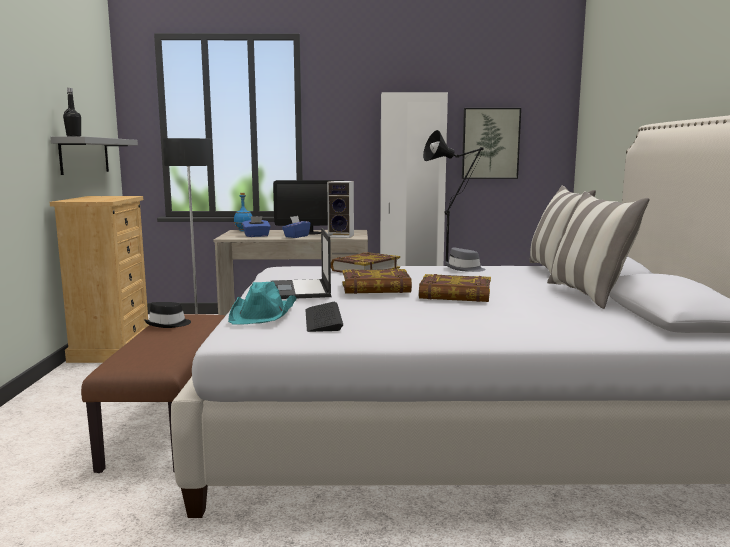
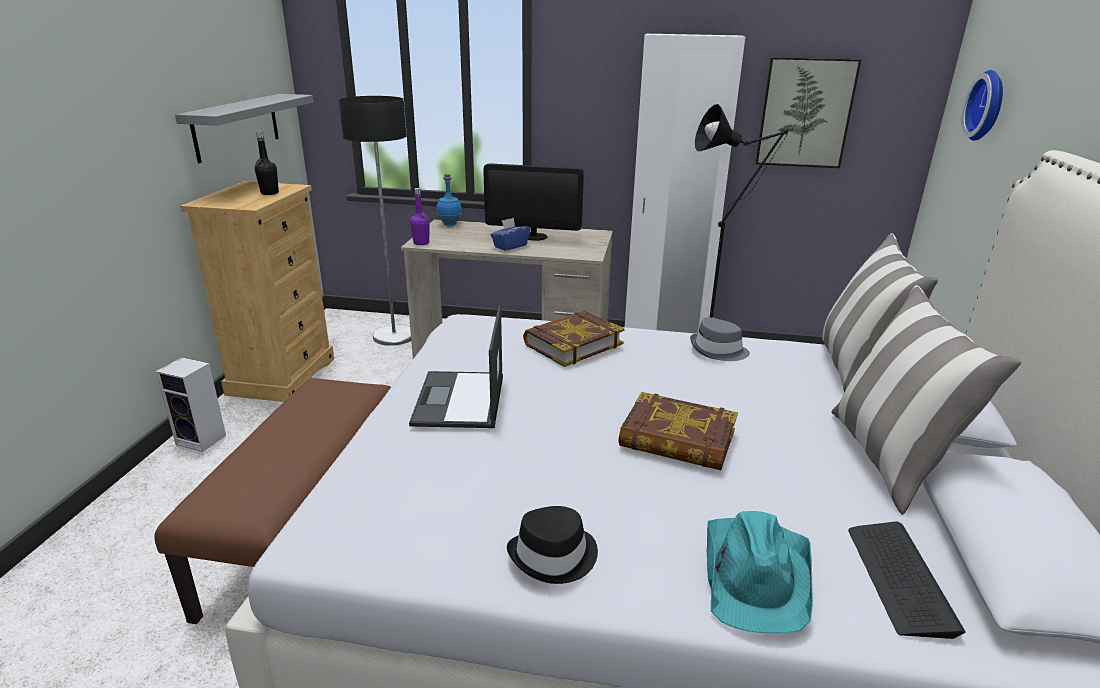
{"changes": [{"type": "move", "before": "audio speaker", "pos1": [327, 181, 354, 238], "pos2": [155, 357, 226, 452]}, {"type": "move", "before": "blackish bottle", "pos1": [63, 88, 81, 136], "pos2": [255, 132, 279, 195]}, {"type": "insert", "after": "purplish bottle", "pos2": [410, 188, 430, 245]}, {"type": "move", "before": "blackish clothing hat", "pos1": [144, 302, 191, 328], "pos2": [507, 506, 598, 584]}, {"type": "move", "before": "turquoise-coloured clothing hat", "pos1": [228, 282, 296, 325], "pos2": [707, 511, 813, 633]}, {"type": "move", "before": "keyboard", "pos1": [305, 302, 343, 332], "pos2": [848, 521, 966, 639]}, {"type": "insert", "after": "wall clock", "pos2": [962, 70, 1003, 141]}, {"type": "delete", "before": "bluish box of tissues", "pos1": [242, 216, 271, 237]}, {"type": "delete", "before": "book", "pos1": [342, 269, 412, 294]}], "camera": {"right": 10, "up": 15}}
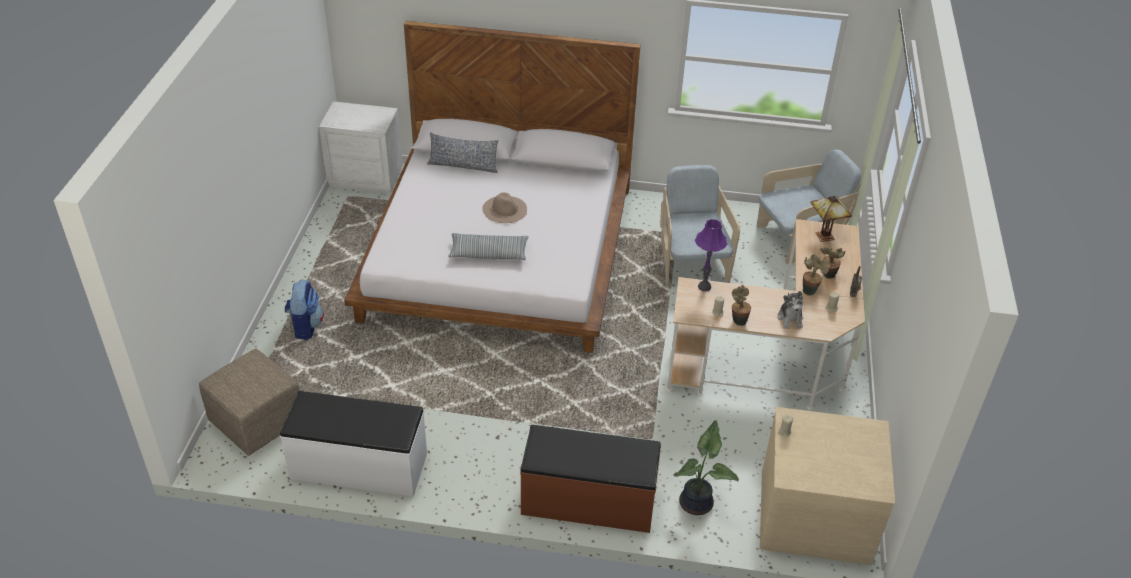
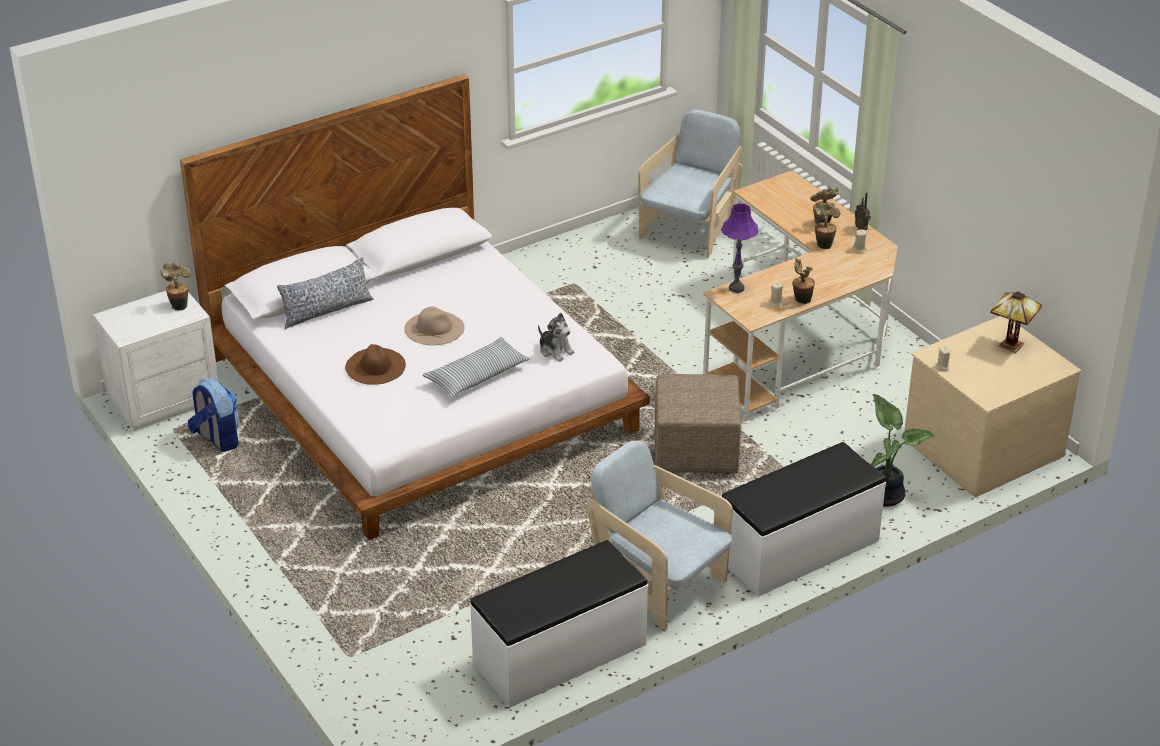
{"changes": [{"type": "insert", "after": "houseplant", "pos2": [160, 262, 191, 311]}, {"type": "move", "before": "backpack", "pos1": [285, 280, 324, 340], "pos2": [188, 378, 240, 452]}, {"type": "insert", "after": "brown-coloured clothing hat", "pos2": [345, 344, 406, 385]}, {"type": "move", "before": "plush toy", "pos1": [777, 291, 803, 329], "pos2": [538, 312, 575, 362]}, {"type": "move", "before": "beige-coloured easy chair", "pos1": [660, 165, 740, 286], "pos2": [587, 441, 733, 630]}, {"type": "move", "before": "beige-coloured pouffe", "pos1": [199, 349, 300, 456], "pos2": [655, 374, 741, 474]}, {"type": "recolor", "before": "brown-coloured indoor bench", "after": "white indoor bench", "pos1": [520, 425, 661, 533], "pos2": [722, 442, 886, 597]}, {"type": "move", "before": "table lamp", "pos1": [811, 196, 852, 242], "pos2": [990, 291, 1042, 353]}], "camera": {"right": -40, "up": -5}}
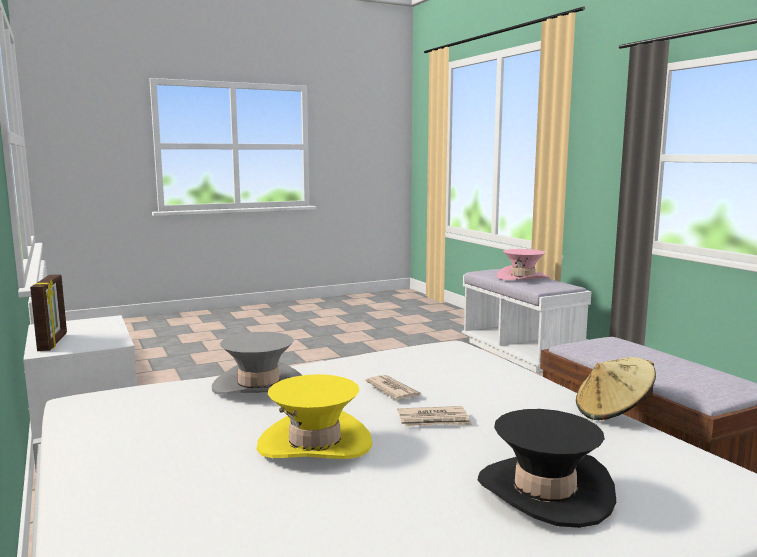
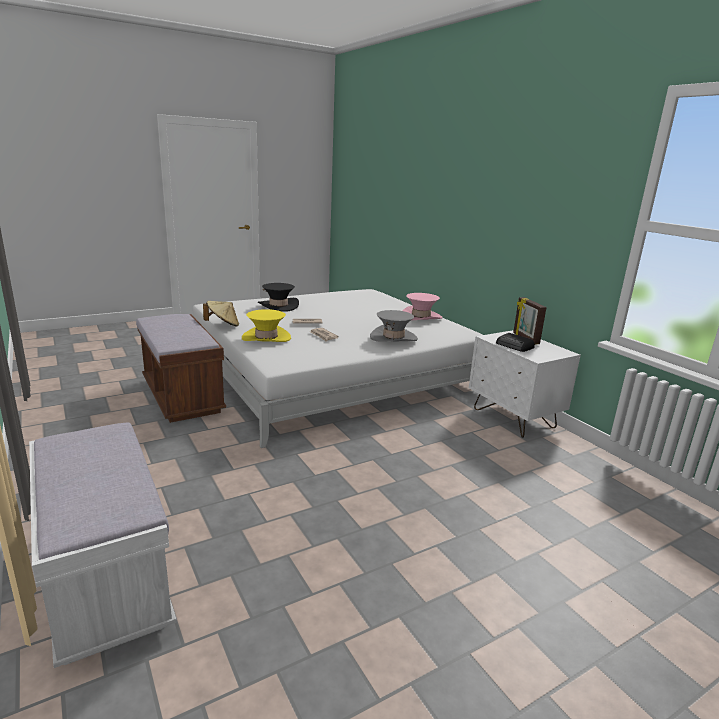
{"changes": [{"type": "move", "before": "yellow clothing hat", "pos1": [257, 374, 372, 459], "pos2": [242, 309, 291, 342]}, {"type": "move", "before": "pink clothing hat", "pos1": [496, 249, 550, 280], "pos2": [402, 293, 442, 320]}, {"type": "insert", "after": "radio", "pos2": [496, 333, 535, 352]}], "camera": {"right": 175, "up": 10}}
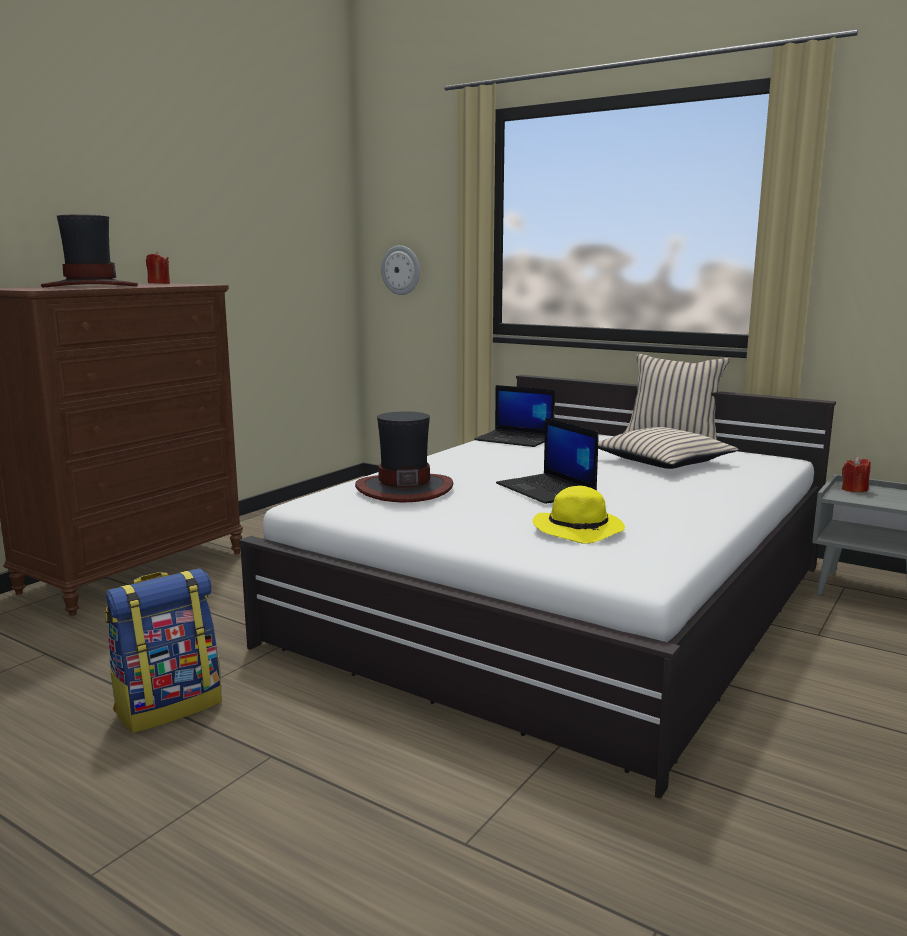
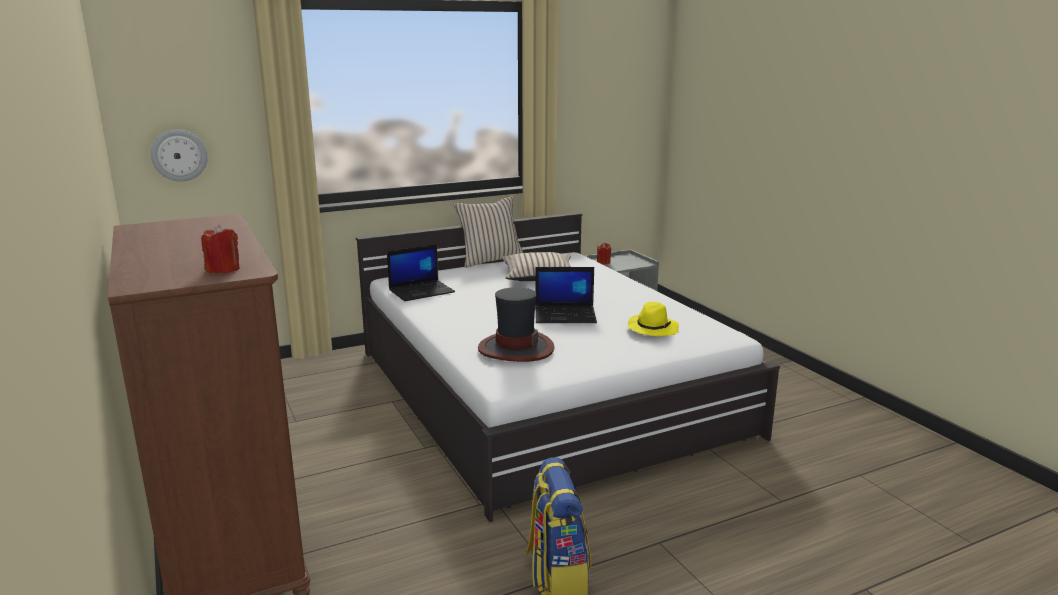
{"changes": [{"type": "move", "before": "reddish wax light", "pos1": [146, 251, 170, 284], "pos2": [201, 224, 240, 274]}, {"type": "delete", "before": "clothing hat", "pos1": [41, 214, 138, 287]}], "camera": {"right": -60, "up": 5}}
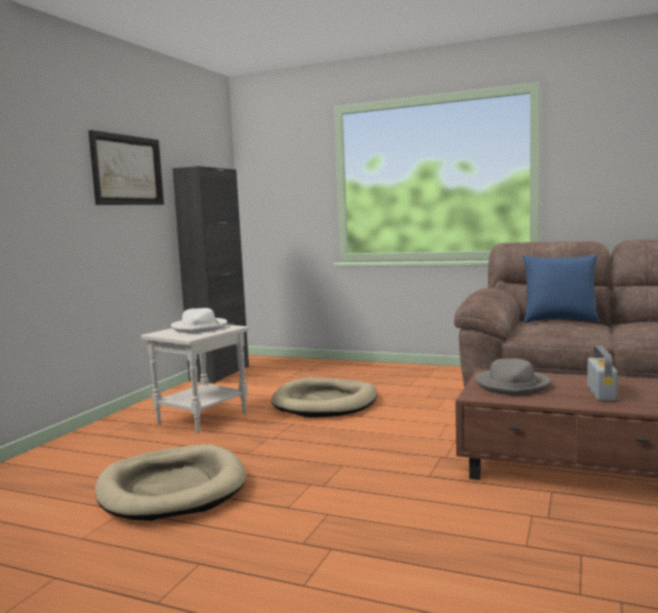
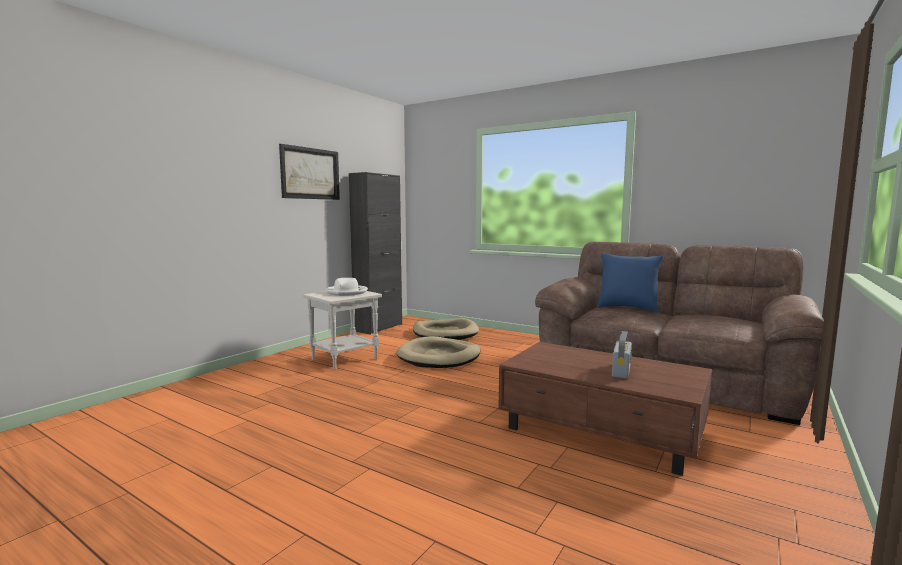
{"changes": [{"type": "move", "before": "beige-coloured pet bed", "pos1": [95, 444, 246, 521], "pos2": [413, 318, 479, 340]}, {"type": "delete", "before": "gray clothing hat", "pos1": [475, 359, 551, 396]}], "camera": {"right": 10, "up": 0}}
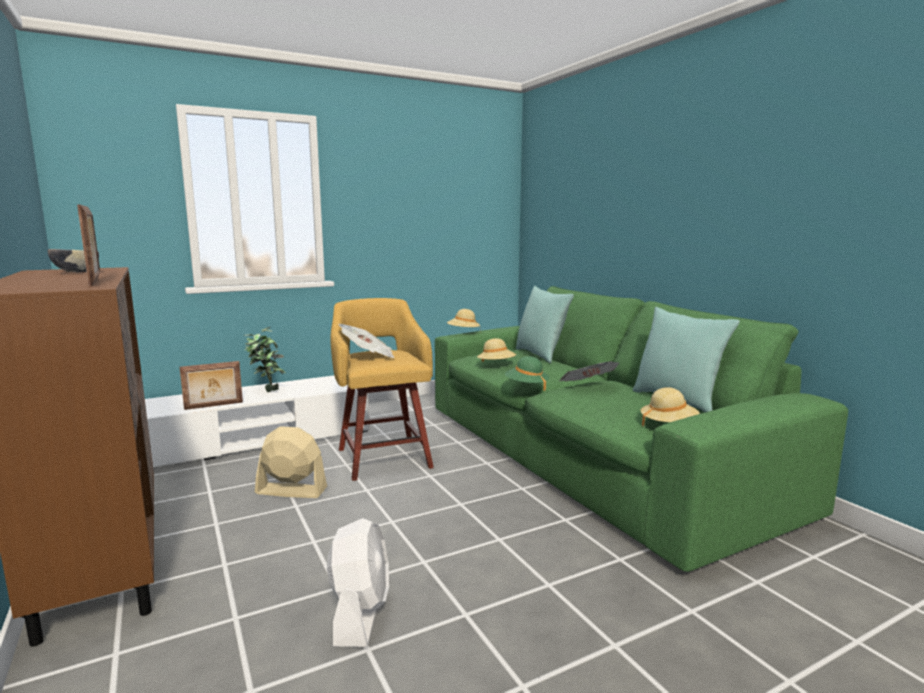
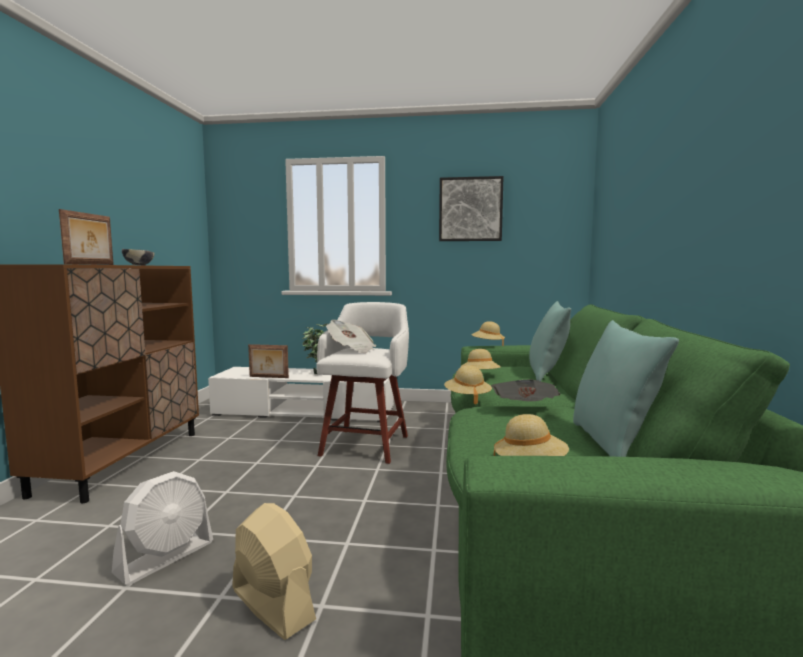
{"changes": [{"type": "move", "before": "beige-coloured electric fan", "pos1": [255, 427, 327, 498], "pos2": [232, 503, 316, 640]}, {"type": "recolor", "before": "yellow stool seat", "after": "white stool seat", "pos1": [330, 298, 434, 481], "pos2": [316, 302, 409, 464]}, {"type": "insert", "after": "wall art", "pos2": [439, 176, 504, 241]}, {"type": "recolor", "before": "green clothing hat", "after": "beige-coloured clothing hat", "pos1": [505, 356, 549, 391], "pos2": [444, 365, 492, 405]}], "camera": {"right": 35, "up": -5}}
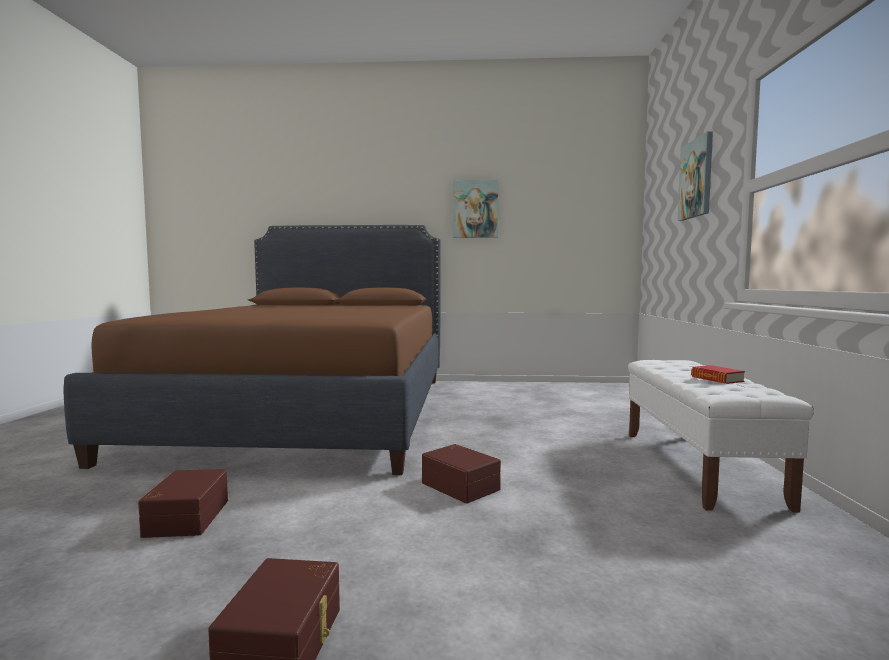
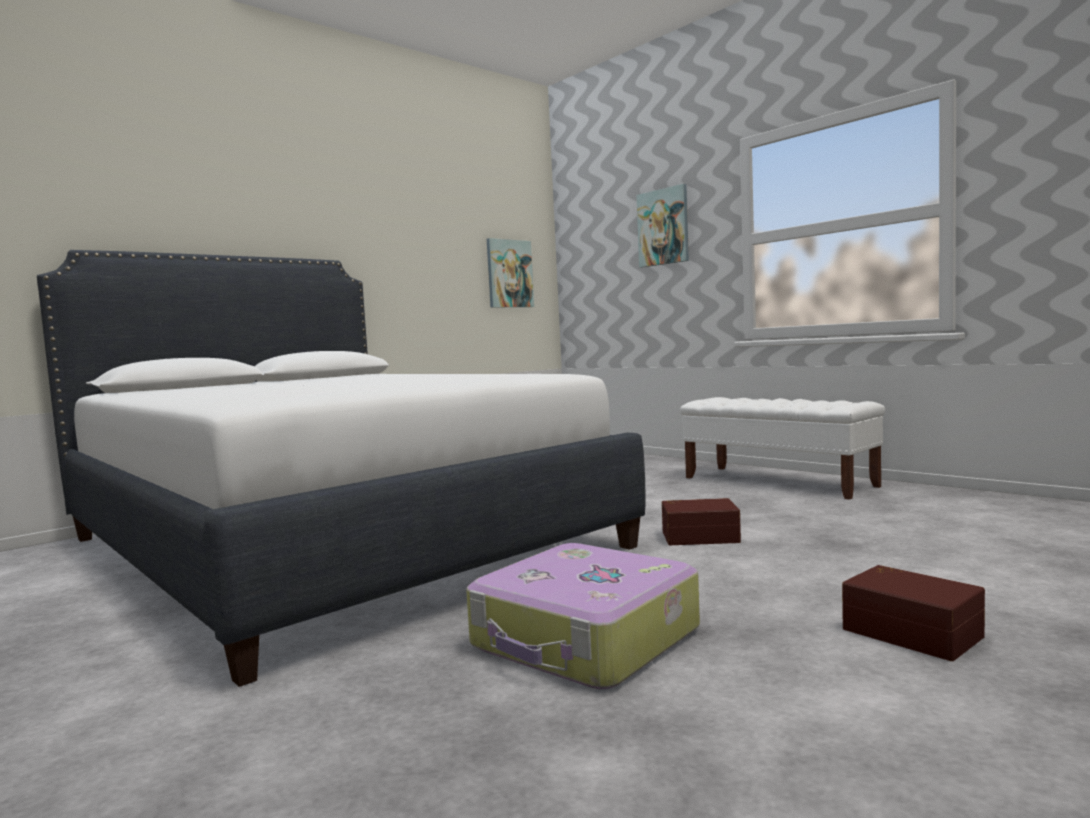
{"changes": [{"type": "recolor", "before": "brown-coloured bed", "after": "white bed", "pos1": [64, 225, 441, 475], "pos2": [37, 250, 646, 687]}, {"type": "replace", "before": "brown-coloured storage container", "after": "suitcase", "pos1": [138, 469, 228, 538], "pos2": [466, 543, 700, 689]}, {"type": "move", "before": "wall art", "pos1": [453, 180, 499, 238], "pos2": [487, 238, 534, 307]}, {"type": "delete", "before": "book", "pos1": [691, 365, 745, 384]}], "camera": {"right": -45, "up": 0}}
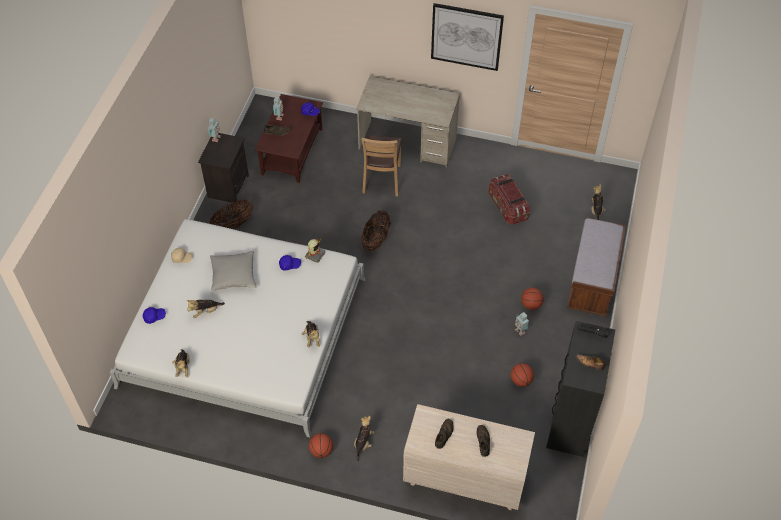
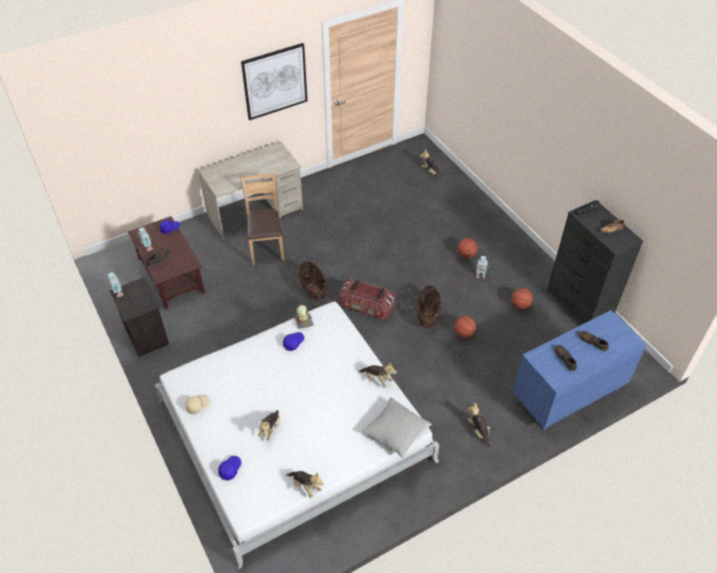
{"changes": [{"type": "rotate", "before": "brown-coloured upright chair", "pos1": [361, 135, 402, 196], "pos2": [241, 174, 284, 265], "turn": -150}, {"type": "move", "before": "storage container", "pos1": [489, 174, 530, 225], "pos2": [340, 279, 395, 319]}, {"type": "move", "before": "gray throw pillow", "pos1": [210, 251, 256, 291], "pos2": [362, 397, 432, 458]}, {"type": "move", "before": "basket", "pos1": [210, 200, 253, 229], "pos2": [417, 285, 441, 328]}, {"type": "move", "before": "ball for basketball", "pos1": [309, 433, 333, 458], "pos2": [454, 316, 476, 338]}, {"type": "recolor", "before": "beige-coloured chest of drawers", "after": "bluish chest of drawers", "pos1": [403, 404, 535, 511], "pos2": [513, 310, 647, 431]}, {"type": "delete", "before": "brown-coloured indoor bench", "pos1": [567, 217, 626, 316]}], "camera": {"right": -45, "up": -5}}
